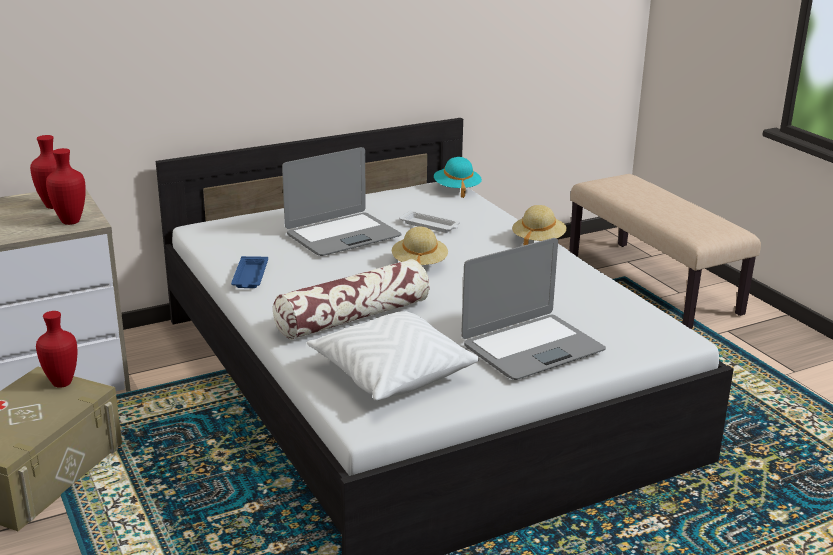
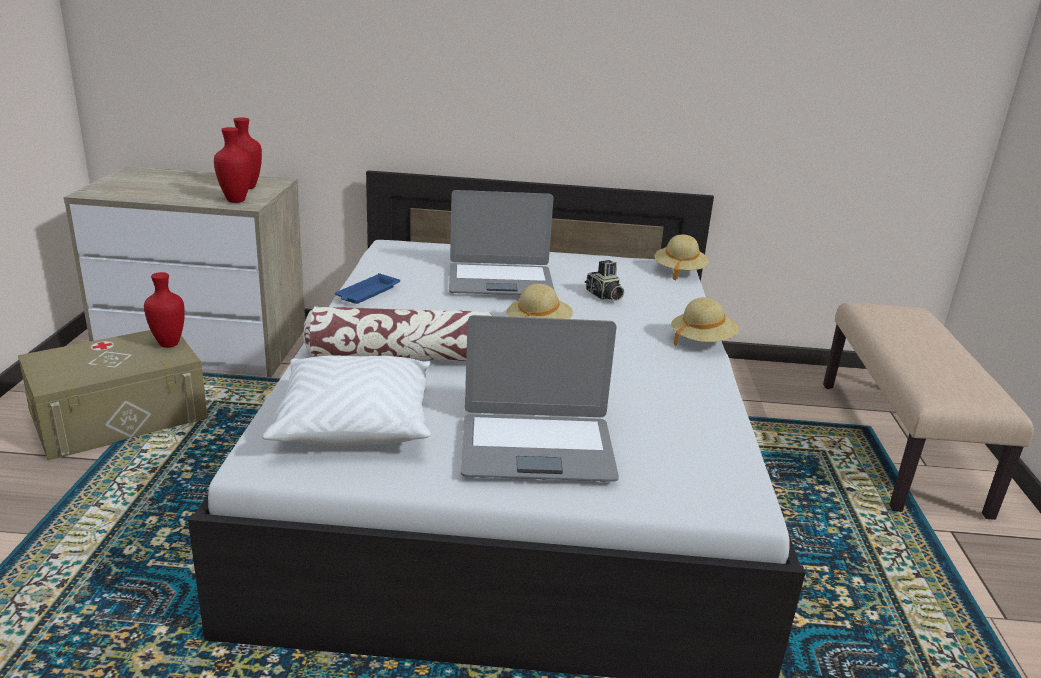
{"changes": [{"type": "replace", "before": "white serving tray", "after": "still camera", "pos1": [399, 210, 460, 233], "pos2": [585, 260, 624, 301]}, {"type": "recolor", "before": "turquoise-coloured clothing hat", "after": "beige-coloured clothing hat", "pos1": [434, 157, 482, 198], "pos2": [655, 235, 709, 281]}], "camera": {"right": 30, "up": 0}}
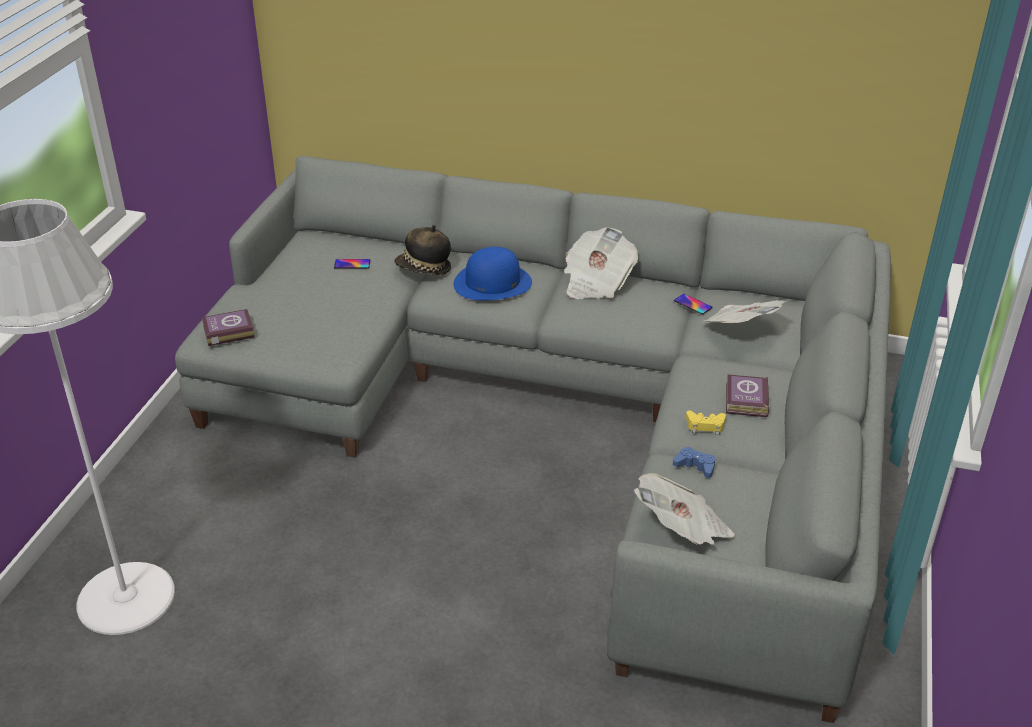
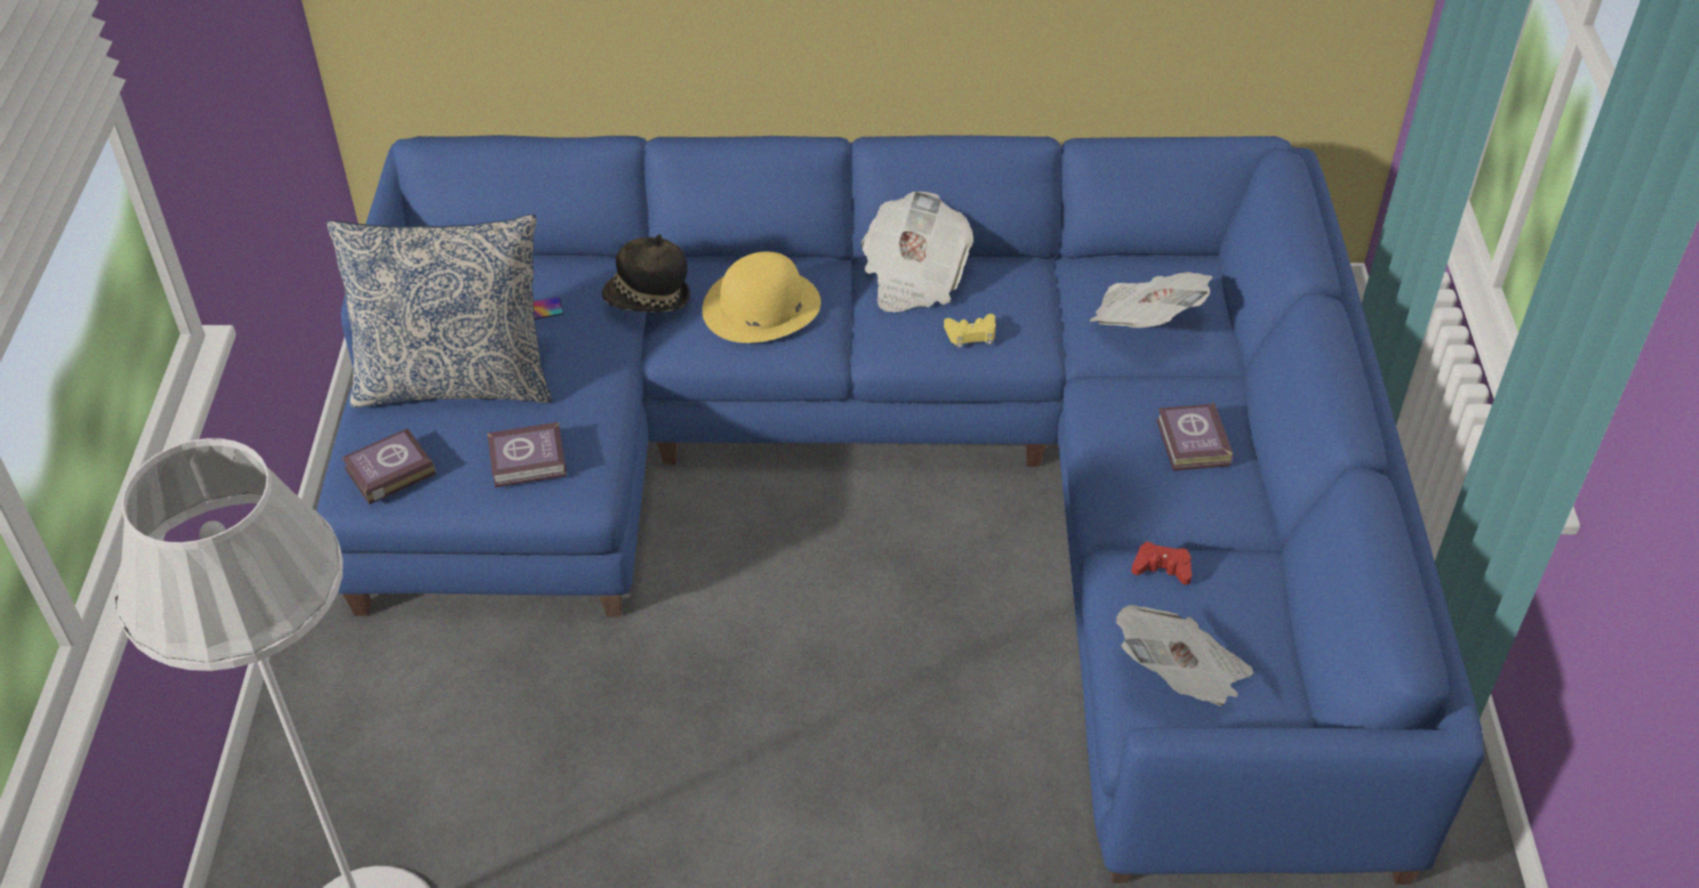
{"changes": [{"type": "recolor", "before": "gray sofa", "after": "bluish sofa", "pos1": [175, 156, 891, 723], "pos2": [317, 135, 1484, 885]}, {"type": "insert", "after": "throw pillow", "pos2": [327, 214, 553, 408]}, {"type": "insert", "after": "book", "pos2": [487, 422, 567, 488]}, {"type": "recolor", "before": "bluish clothing hat", "after": "yellow clothing hat", "pos1": [453, 247, 532, 301], "pos2": [702, 252, 821, 343]}, {"type": "move", "before": "yellow joypad", "pos1": [686, 411, 726, 435], "pos2": [944, 314, 996, 348]}, {"type": "recolor", "before": "bluish joypad", "after": "reddish joypad", "pos1": [673, 447, 715, 478], "pos2": [1132, 542, 1192, 585]}, {"type": "delete", "before": "telephone", "pos1": [674, 294, 713, 314]}], "camera": {"right": -15, "up": 10}}
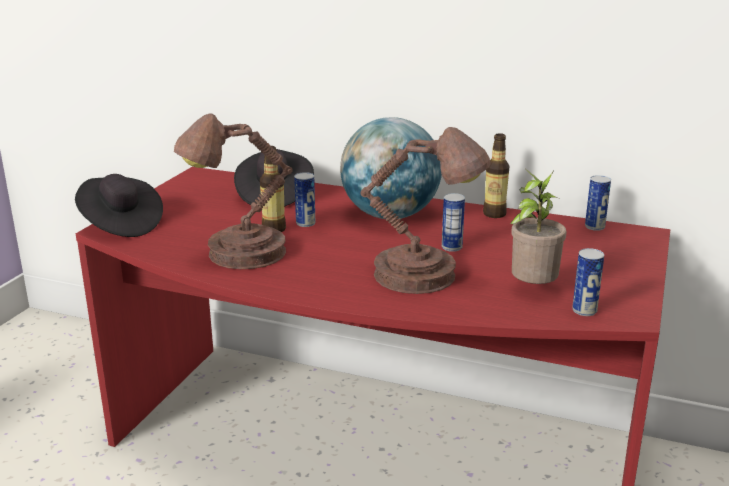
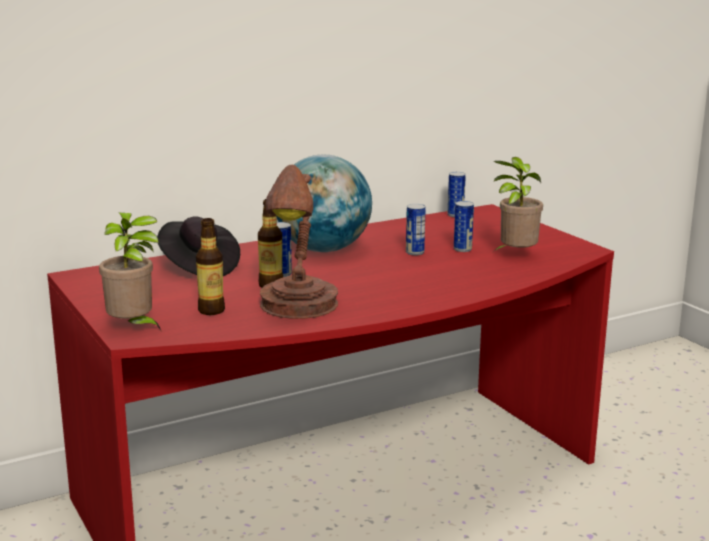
{"changes": [{"type": "replace", "before": "blackish clothing hat", "after": "houseplant", "pos1": [75, 174, 163, 237], "pos2": [99, 212, 161, 330]}, {"type": "move", "before": "bottle", "pos1": [483, 133, 509, 218], "pos2": [196, 218, 225, 315]}, {"type": "move", "before": "can", "pos1": [572, 248, 604, 316], "pos2": [454, 201, 474, 252]}, {"type": "delete", "before": "brown-coloured table lamp", "pos1": [360, 127, 491, 294]}], "camera": {"right": -50, "up": -5}}
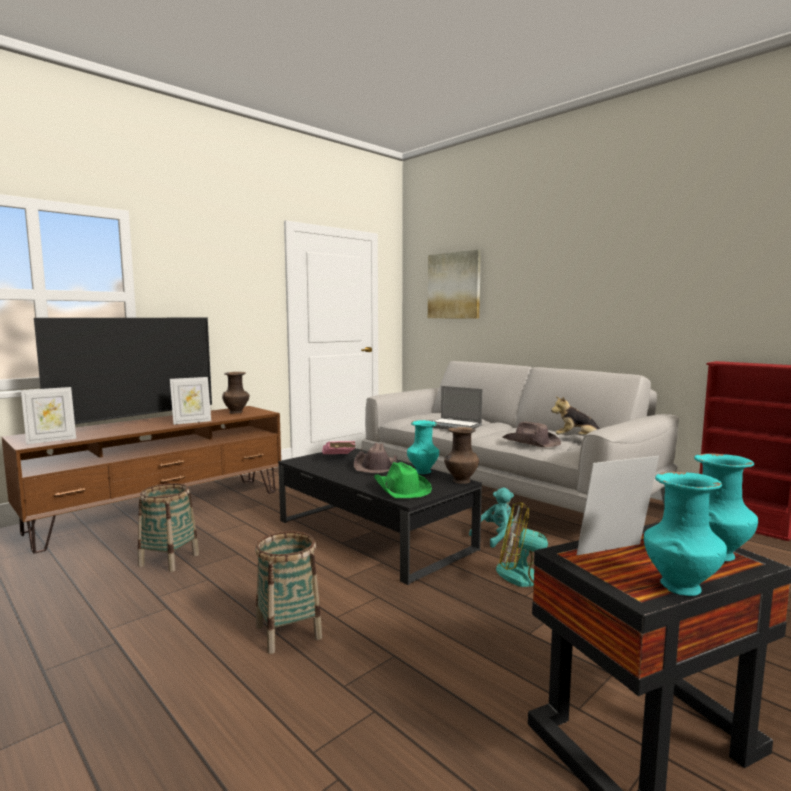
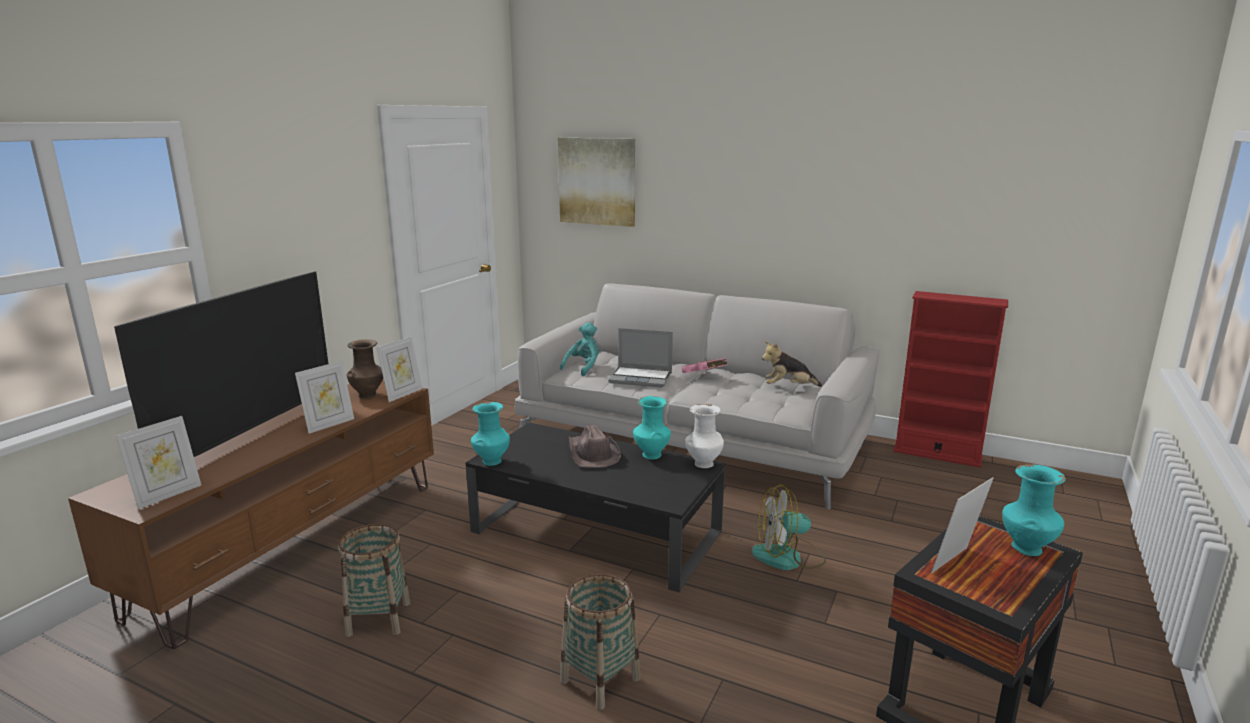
{"changes": [{"type": "insert", "after": "photo frame", "pos2": [377, 336, 423, 402]}, {"type": "move", "before": "turquoise-coloured vase", "pos1": [644, 472, 727, 596], "pos2": [471, 402, 510, 466]}, {"type": "move", "before": "turquoise-coloured plush toy", "pos1": [469, 487, 514, 548], "pos2": [560, 322, 599, 376]}, {"type": "move", "before": "pink book", "pos1": [322, 441, 355, 454], "pos2": [682, 358, 727, 373]}, {"type": "recolor", "before": "brown-coloured vase", "after": "white vase", "pos1": [444, 427, 479, 484], "pos2": [685, 404, 724, 468]}, {"type": "delete", "before": "green clothing hat", "pos1": [374, 462, 432, 498]}, {"type": "delete", "before": "brown-coloured clothing hat", "pos1": [502, 422, 561, 447]}], "camera": {"right": -20, "up": 10}}
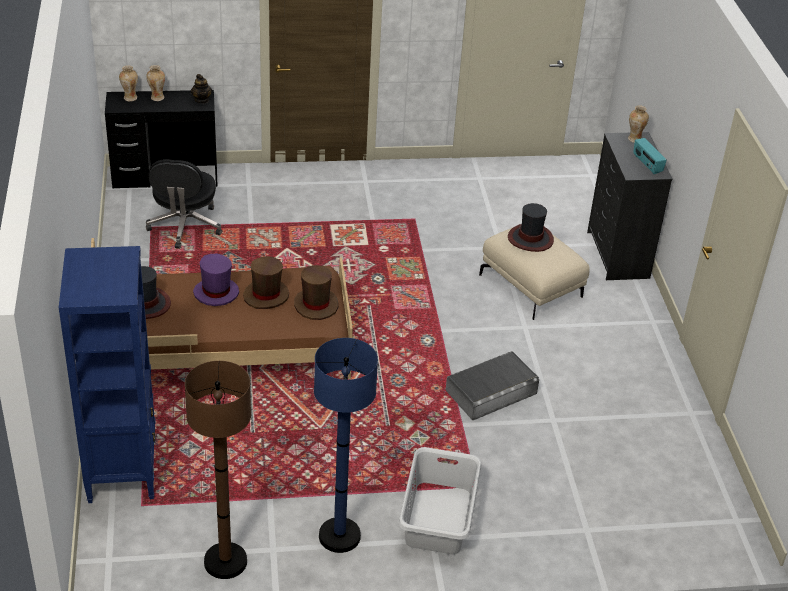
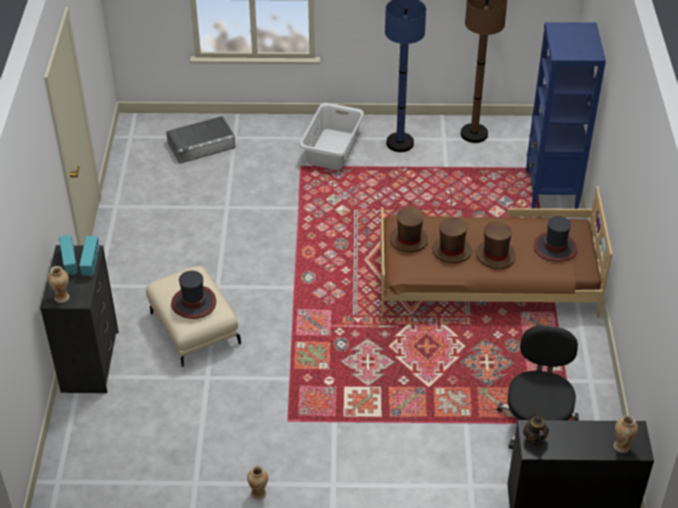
{"changes": [{"type": "insert", "after": "radio", "pos2": [79, 236, 100, 276]}, {"type": "move", "before": "gray storage container", "pos1": [445, 351, 539, 420], "pos2": [166, 116, 236, 164]}, {"type": "move", "before": "vase", "pos1": [146, 65, 165, 101], "pos2": [247, 466, 268, 500]}, {"type": "recolor", "before": "purplish clothing hat", "after": "brown-coloured clothing hat", "pos1": [193, 254, 239, 306], "pos2": [476, 222, 516, 269]}], "camera": {"right": -170, "up": 5}}
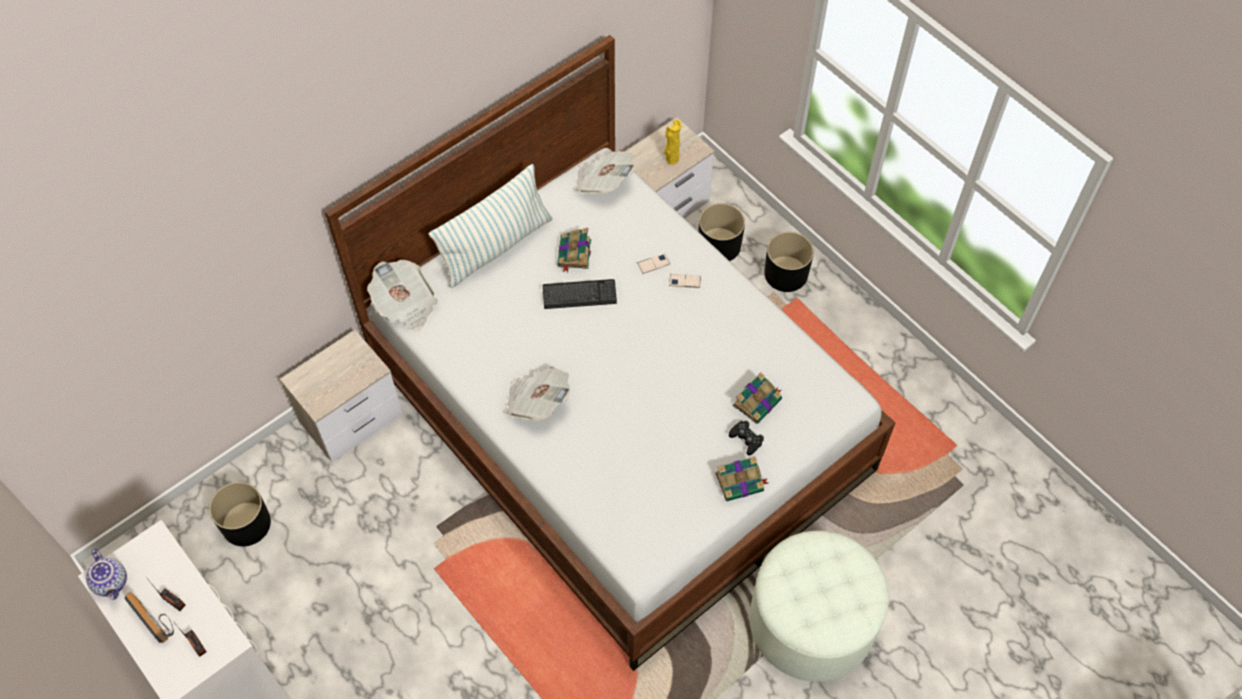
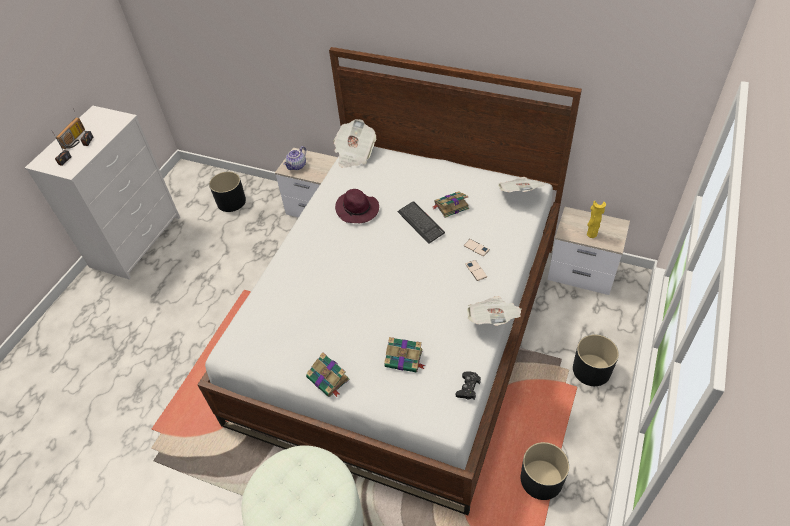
{"changes": [{"type": "move", "before": "tea pot", "pos1": [86, 549, 127, 600], "pos2": [284, 146, 306, 170]}, {"type": "insert", "after": "purplish clothing hat", "pos2": [335, 189, 379, 223]}, {"type": "move", "before": "blackish joypad", "pos1": [729, 421, 764, 455], "pos2": [456, 372, 481, 400]}, {"type": "move", "before": "daily paper", "pos1": [506, 367, 570, 422], "pos2": [467, 296, 521, 326]}, {"type": "move", "before": "blackish flower pot", "pos1": [698, 203, 745, 261], "pos2": [521, 442, 569, 500]}, {"type": "delete", "before": "throw pillow", "pos1": [429, 164, 553, 288]}], "camera": {"right": 65, "up": -10}}
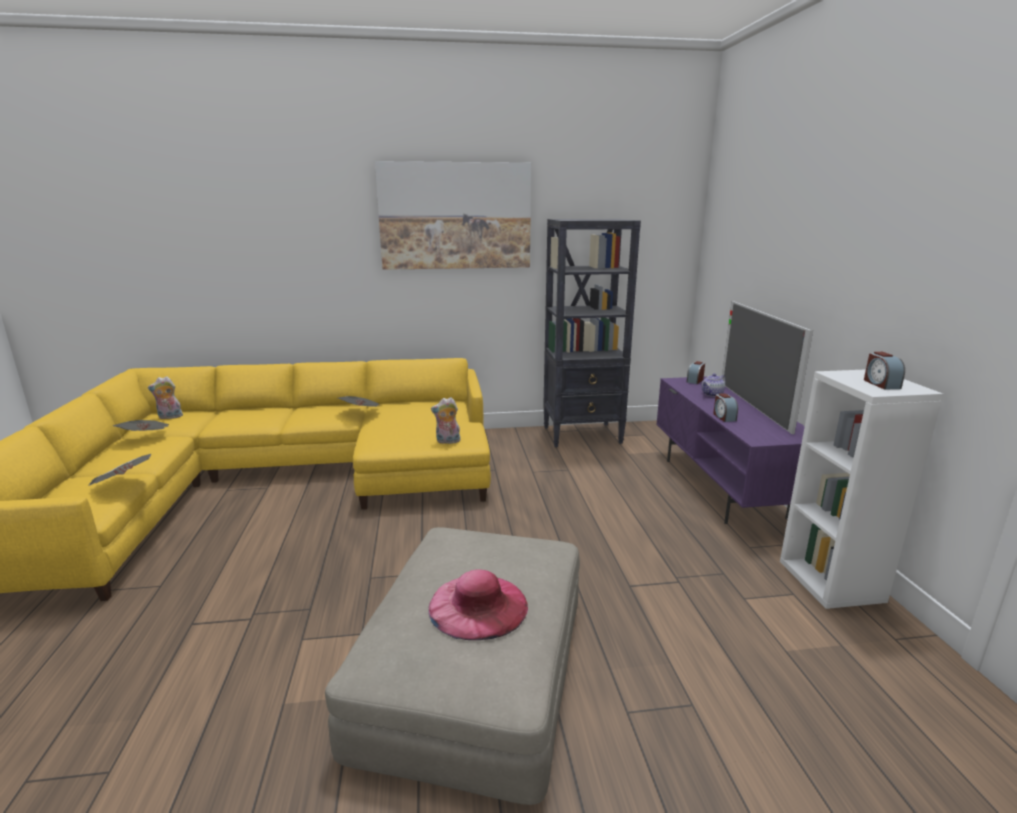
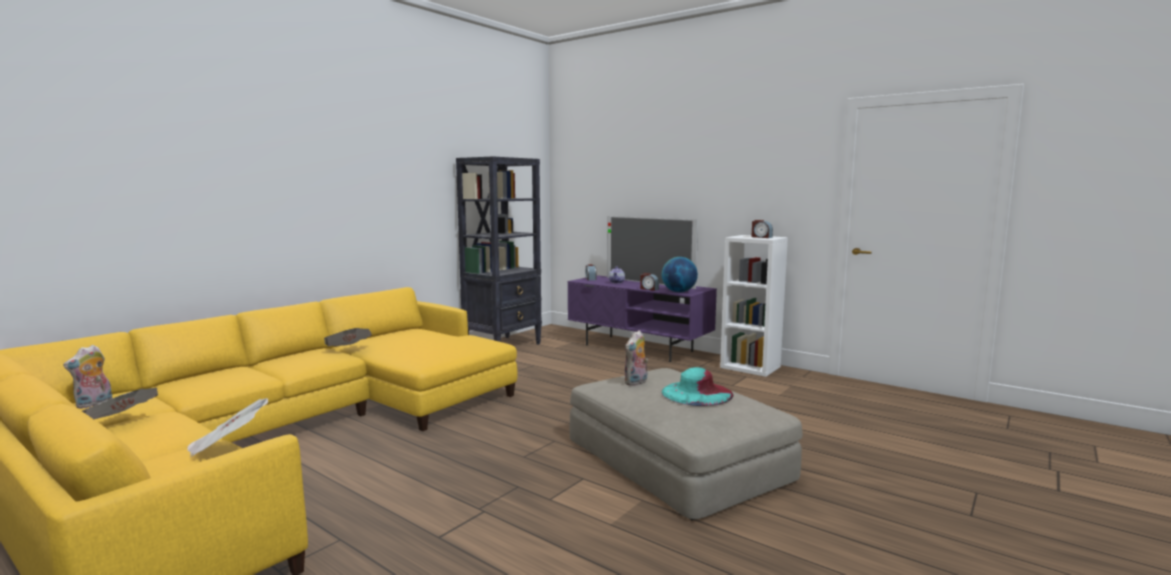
{"changes": [{"type": "move", "before": "plush toy", "pos1": [431, 397, 460, 444], "pos2": [624, 330, 648, 386]}, {"type": "insert", "after": "globe", "pos2": [662, 257, 698, 292]}, {"type": "recolor", "before": "pink clothing hat", "after": "turquoise-coloured clothing hat", "pos1": [428, 569, 528, 640], "pos2": [662, 367, 734, 406]}, {"type": "delete", "before": "wall art", "pos1": [375, 161, 531, 270]}], "camera": {"right": -45, "up": -10}}
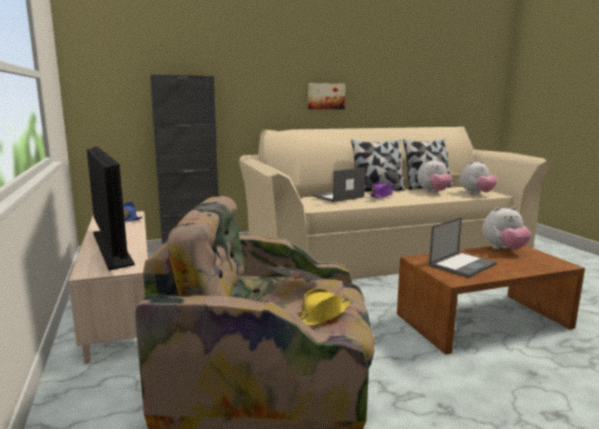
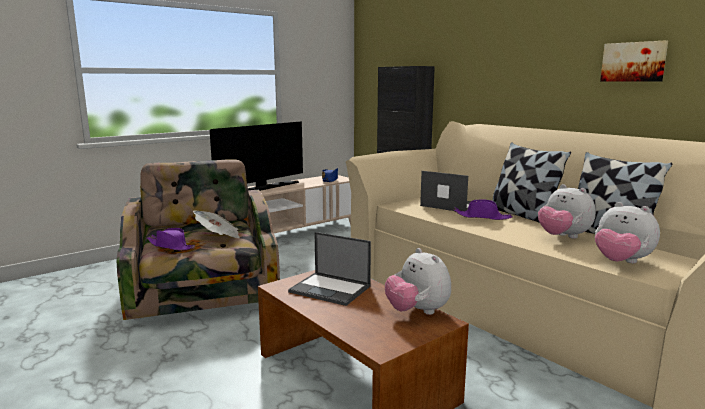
{"changes": [{"type": "recolor", "before": "yellow clothing hat", "after": "purplish clothing hat", "pos1": [300, 289, 351, 326], "pos2": [147, 228, 195, 250]}, {"type": "move", "before": "wall art", "pos1": [308, 83, 345, 109], "pos2": [600, 40, 668, 82]}], "camera": {"right": 70, "up": 0}}
